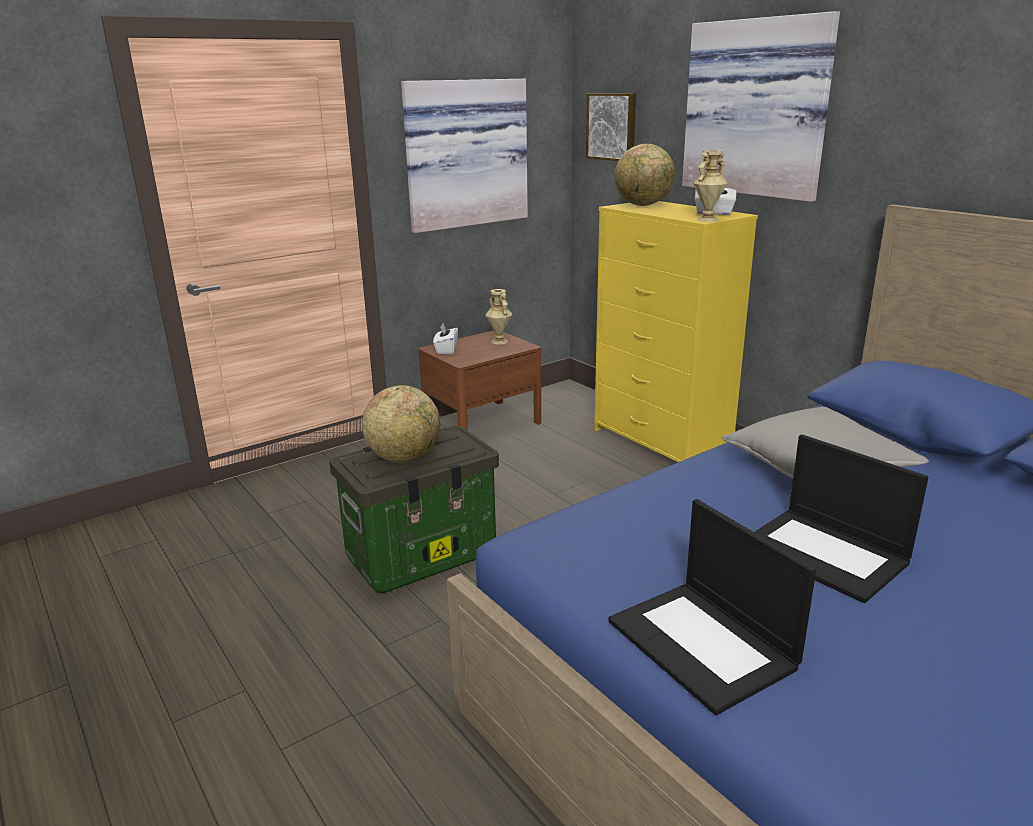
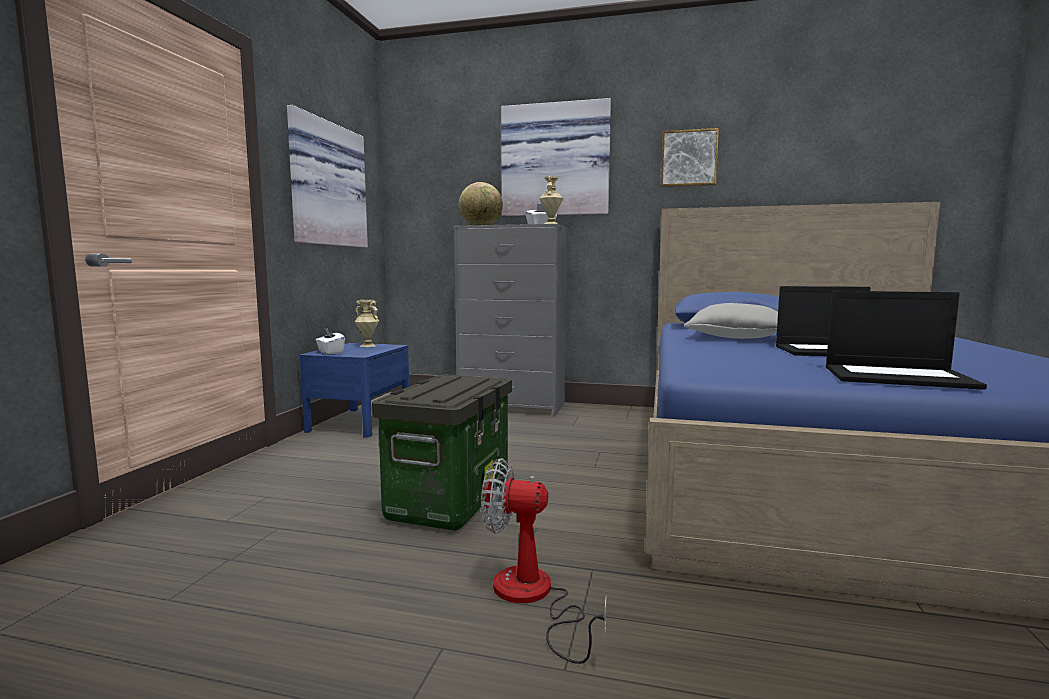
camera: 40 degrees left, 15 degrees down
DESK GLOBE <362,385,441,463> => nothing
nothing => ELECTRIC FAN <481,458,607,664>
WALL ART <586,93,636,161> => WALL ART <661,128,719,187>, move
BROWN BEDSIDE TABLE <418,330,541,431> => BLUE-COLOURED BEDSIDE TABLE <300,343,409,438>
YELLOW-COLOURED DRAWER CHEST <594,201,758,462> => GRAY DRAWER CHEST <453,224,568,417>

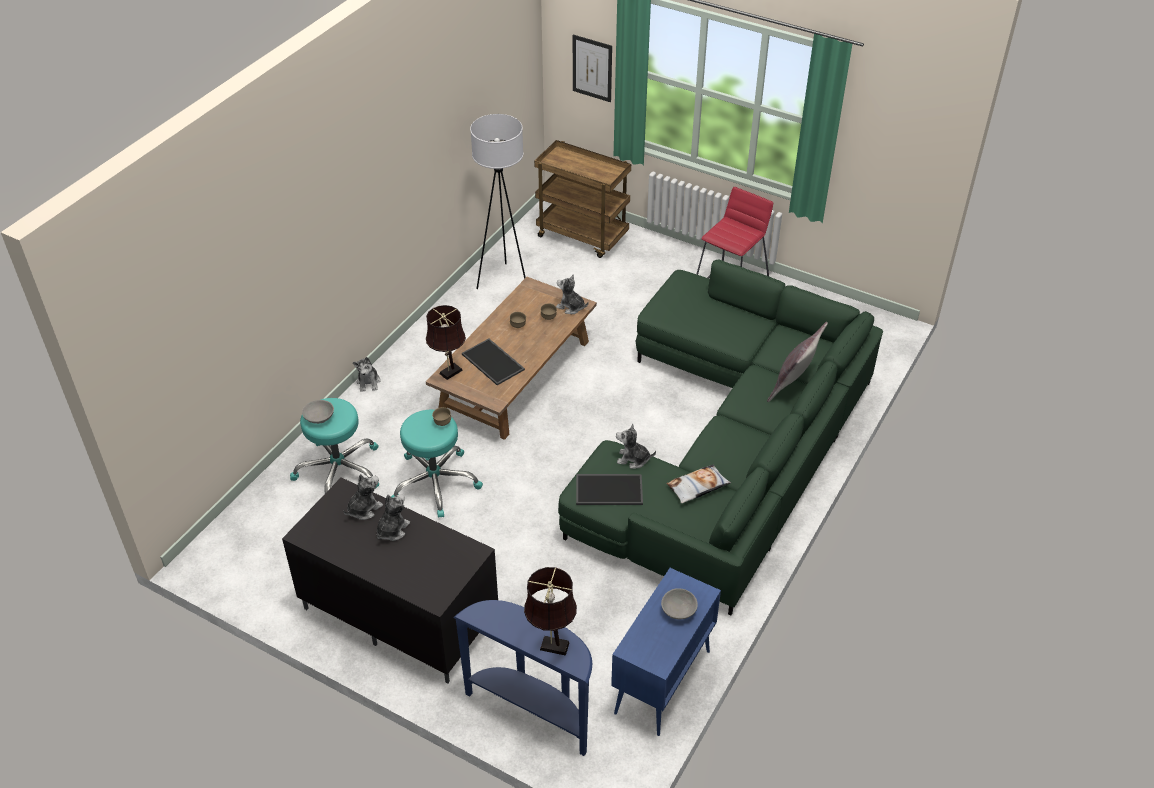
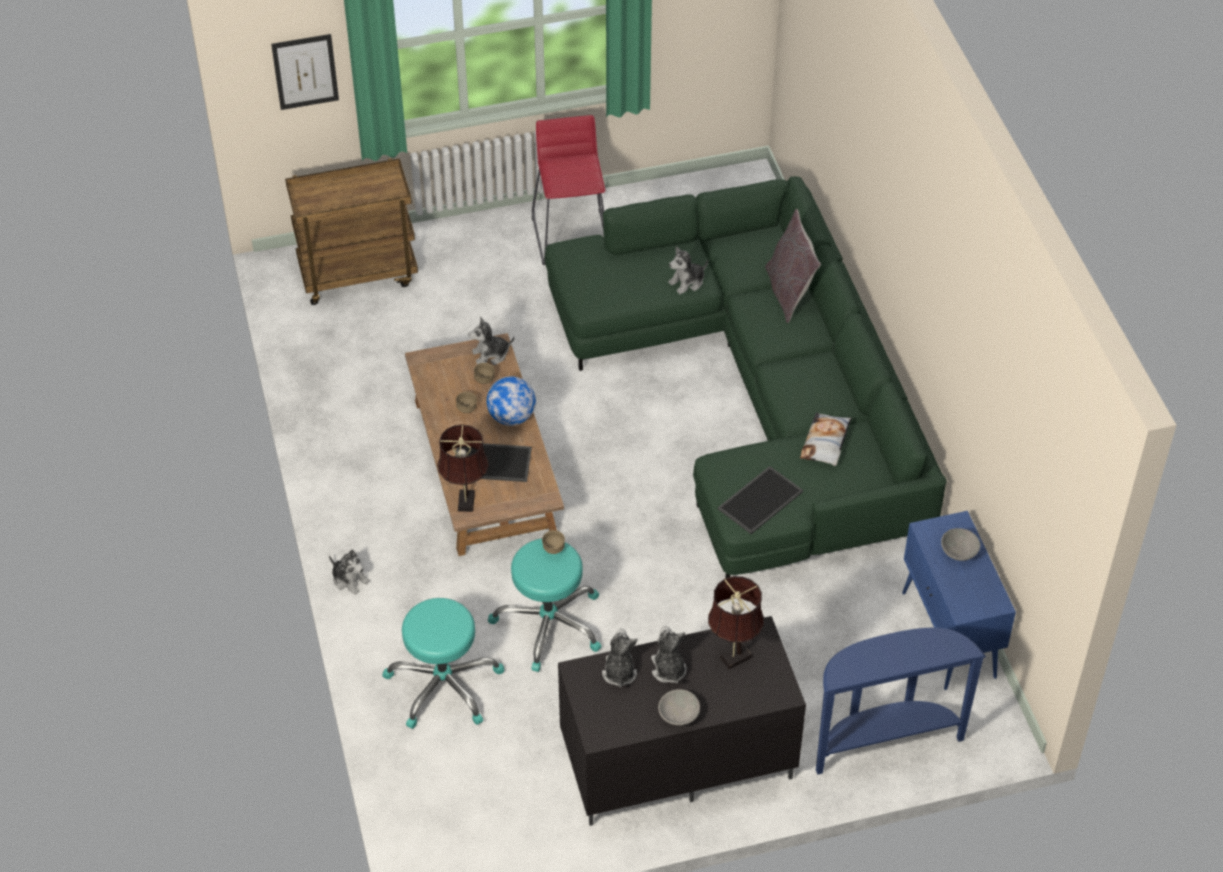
camera: 45 degrees left, 5 degrees up
WHITE FLOOR LAMP <470,114,526,289> => nothing
nothing => DESK GLOBE <486,376,536,426>
GRAY BOWL <302,400,334,424> => GRAY BOWL <658,689,700,725>, move
BROWN TABLETOP LAMP <524,567,577,656> => BROWN TABLETOP LAMP <708,576,764,669>, move
CUDDLY TOY <616,423,656,469> => CUDDLY TOY <668,246,708,294>, move

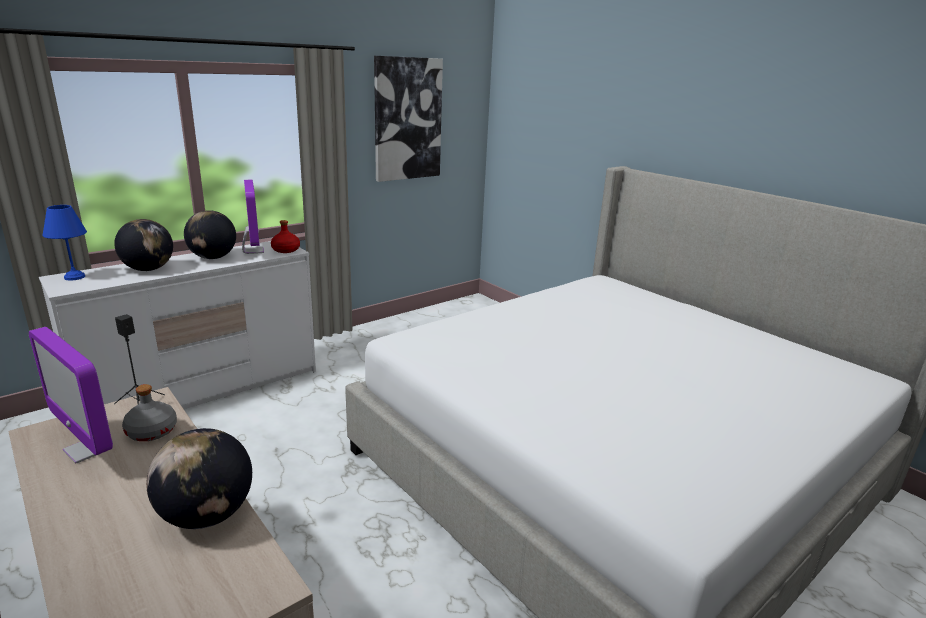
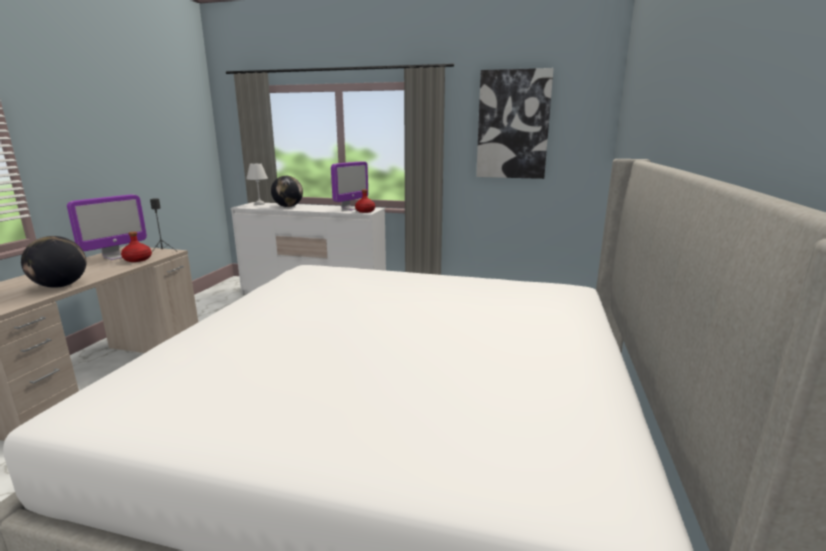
camera: 55 degrees right, 5 degrees down
DESK GLOBE <184,210,236,259> => nothing
BLUE-COLOURED TABLETOP LAMP <42,205,87,281> => WHITE TABLETOP LAMP <246,163,268,205>
GRAY BOTTLE <122,384,177,441> => RED BOTTLE <121,232,152,262>
COMPUTER SCREEN <29,327,113,464> => COMPUTER SCREEN <67,194,147,260>, 150 degrees counterclockwise

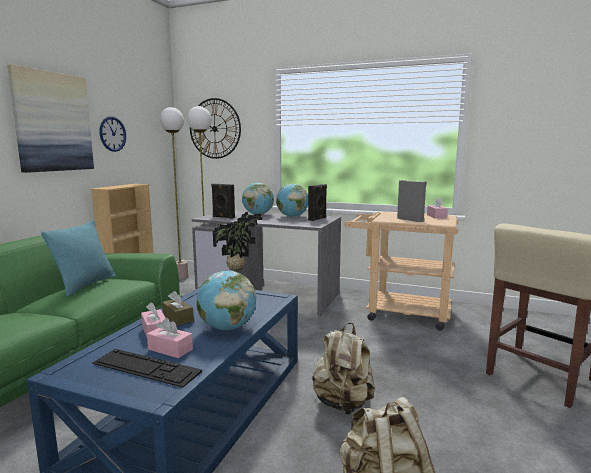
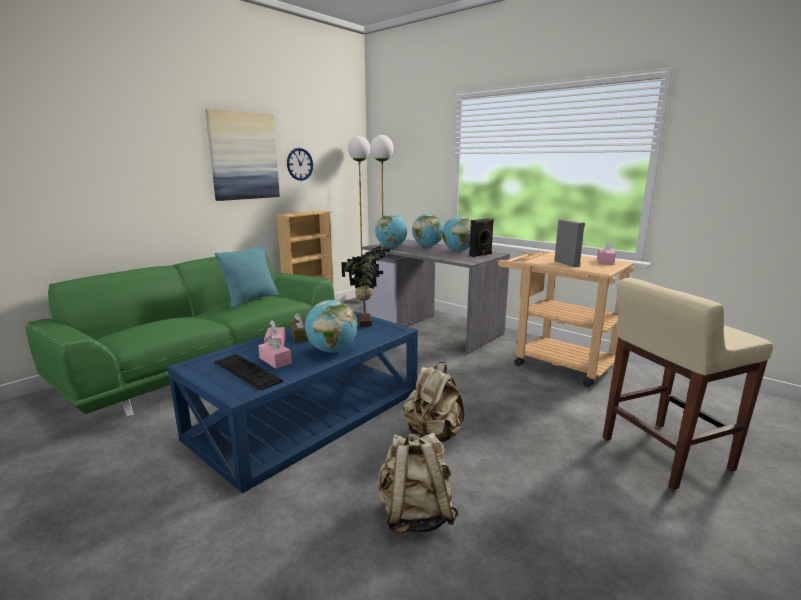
camera: 20 degrees right, 5 degrees up
WALL CLOCK <190,98,241,159> => nothing
BLACK SPEAKER <211,184,235,219> => DESK GLOBE <375,214,407,247>

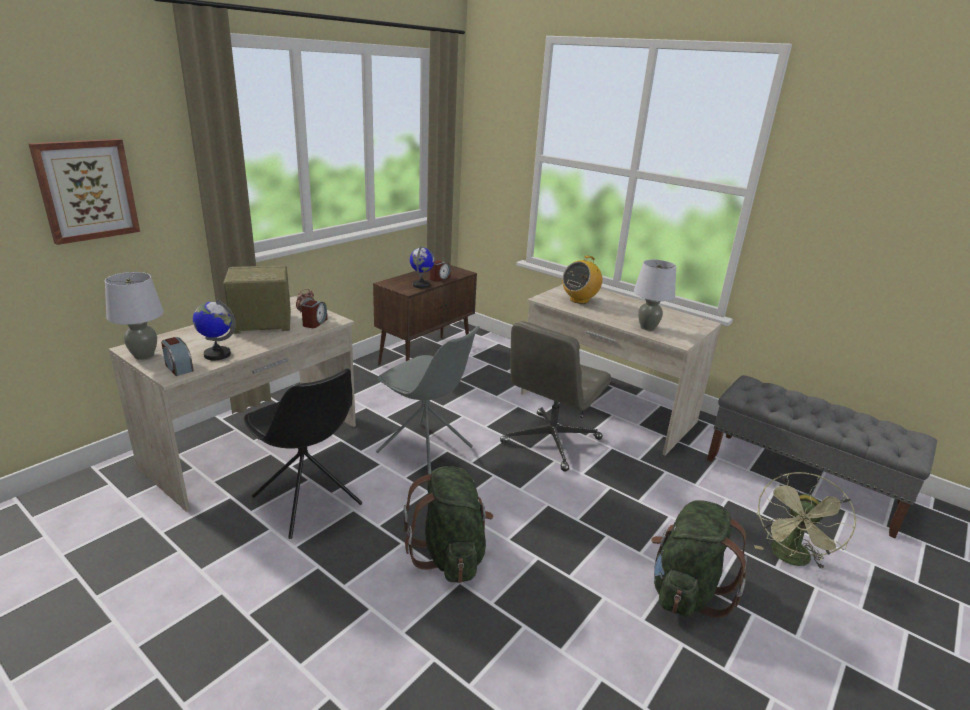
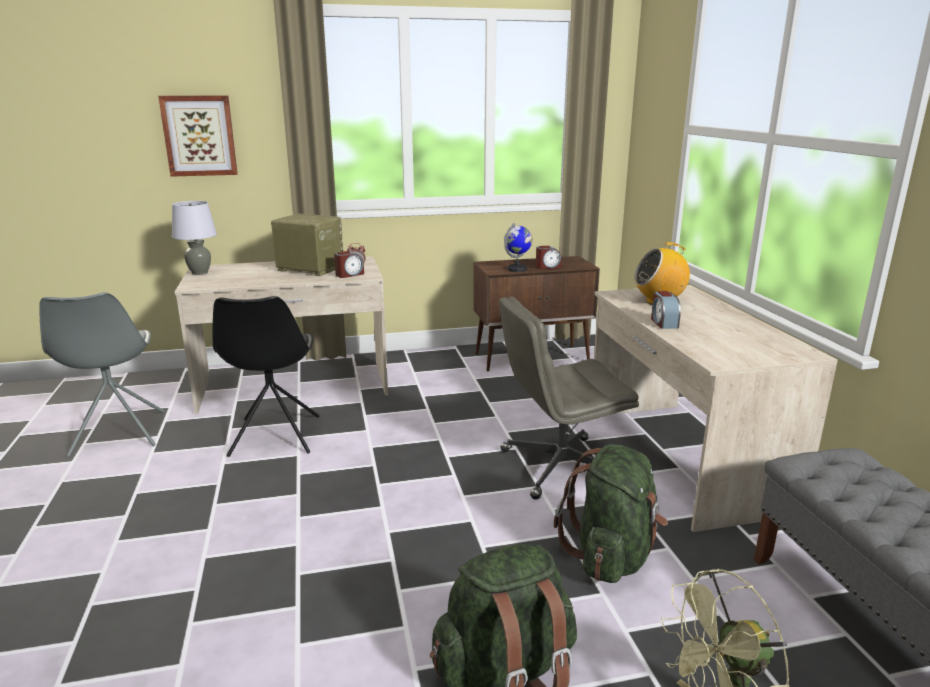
camera: 40 degrees right, 5 degrees down
DESK GLOBE <193,299,236,360> => nothing
GRAY TABLETOP LAMP <634,260,676,331> => nothing
TABLE CLOCK <161,337,194,376> => TABLE CLOCK <651,291,681,329>, move
GRAY CHAIR <376,326,480,474> => GRAY CHAIR <39,292,164,457>, move
GREEN-COLOURED KNAPSACK <404,466,493,583> => GREEN-COLOURED KNAPSACK <554,445,668,583>, move

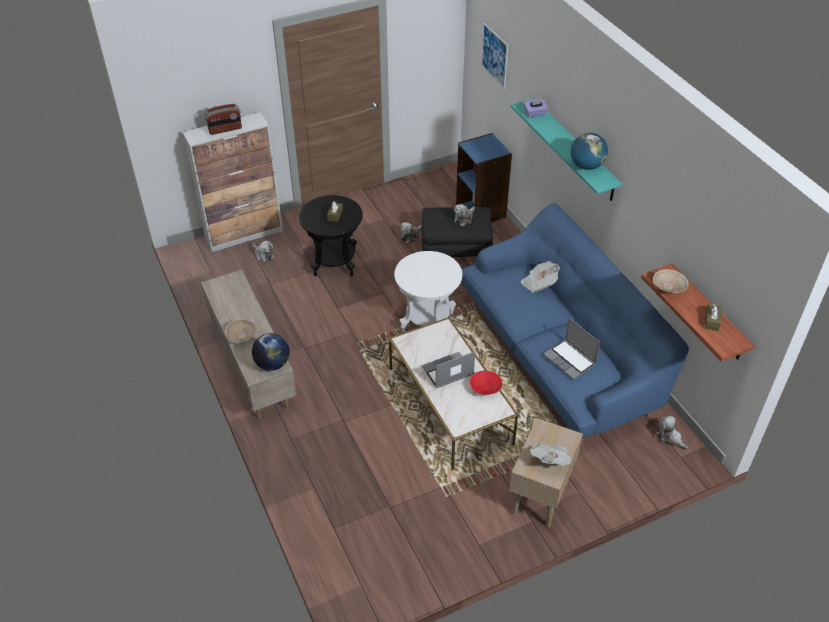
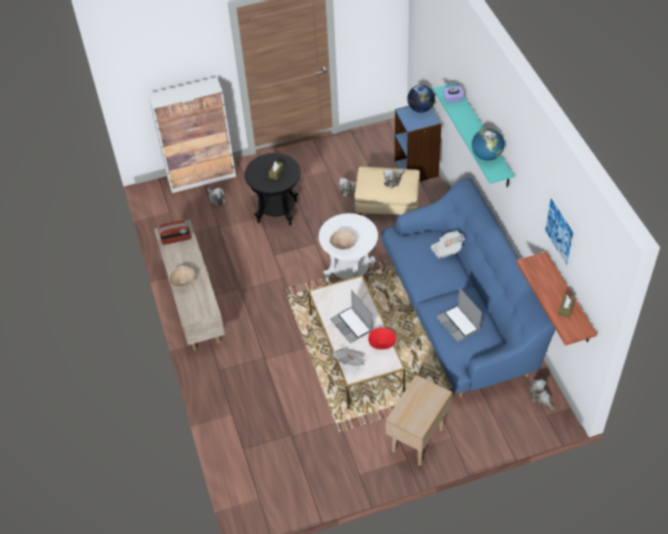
camera: 10 degrees right, 5 degrees up
RADIO RECEIVER <205,104,242,135> => RADIO RECEIVER <158,220,191,245>, move
DESK GLOBE <252,333,290,371> => DESK GLOBE <407,85,435,113>, move
WALL ART <481,23,509,89> => WALL ART <544,195,576,268>, move
PRINTED PAPER <530,443,572,465> => PRINTED PAPER <333,347,366,366>, move
SAND-COLOURED BOWL <653,269,689,293> => SAND-COLOURED BOWL <329,230,356,250>, move
BLACK POUFFE <422,207,493,257> => SAND-COLOURED POUFFE <354,167,420,215>
NOTEBOOK COMPUTER <422,351,475,388> => NOTEBOOK COMPUTER <330,290,373,343>, 105 degrees counterclockwise

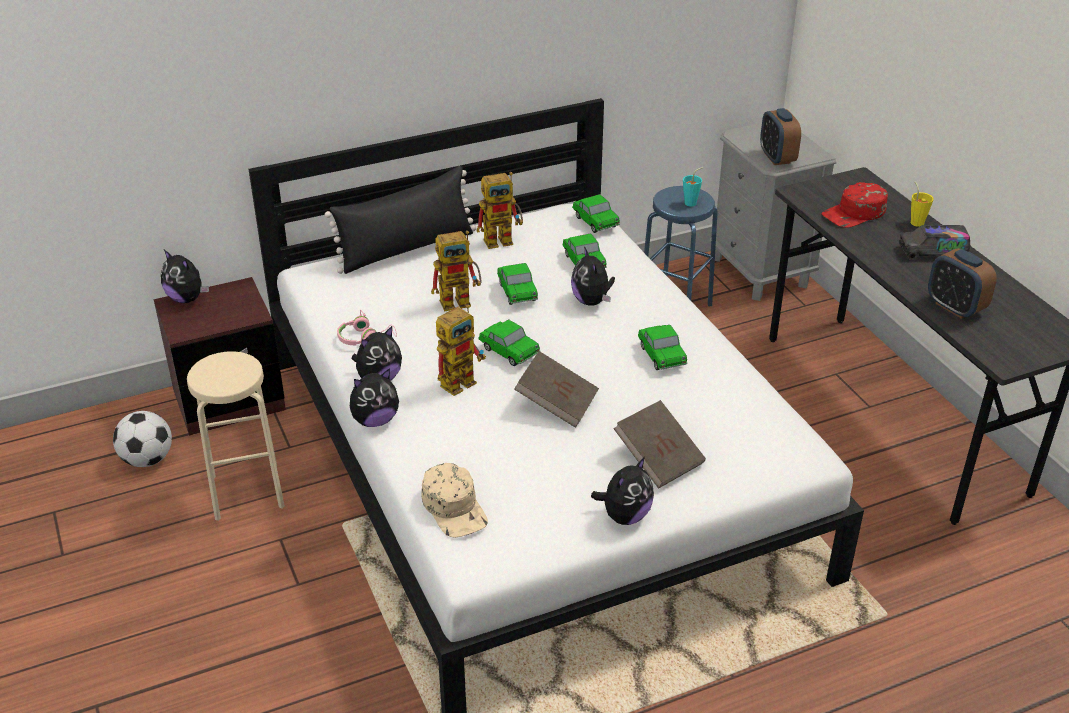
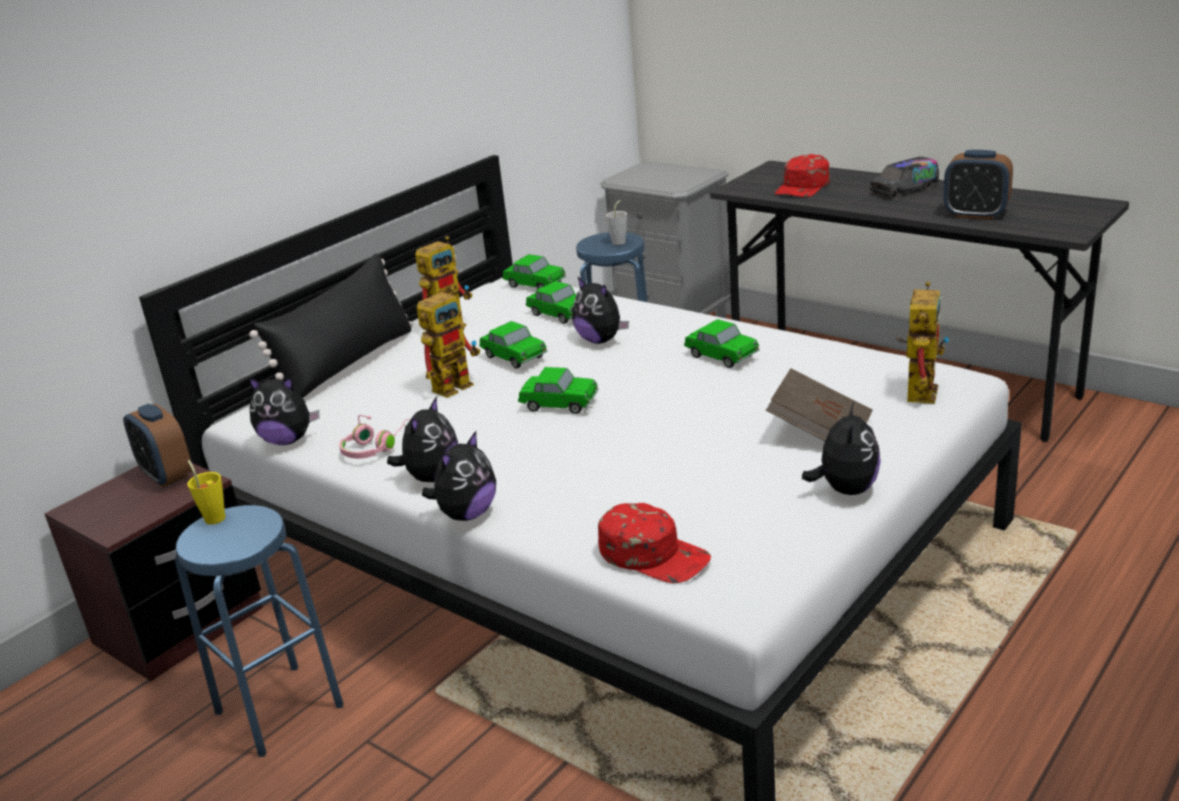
camera: 25 degrees left, 10 degrees down
FOOTBALL BALL <113,411,172,467> => nothing
BROWN BOOK <514,351,599,428> => nothing
CUDDLY TOY <161,250,209,303> => CUDDLY TOY <248,377,320,445>, move
MODEL ROBOT <436,304,486,396> => MODEL ROBOT <896,281,949,404>, move
TABLE CLOCK <760,108,801,165> => TABLE CLOCK <123,404,192,487>, move
YELLOW-COLOURED DRINKING CUP <911,181,934,227> => YELLOW-COLOURED DRINKING CUP <187,460,226,525>, move
SAND-COLOURED SITTING STOOL <187,351,285,521> => BLUE-COLOURED SITTING STOOL <175,505,343,757>
SAND-COLOURED BASEBALL CAP <421,463,488,538> => RED BASEBALL CAP <598,503,711,583>
TURQUOISE DRINKING CUP <683,167,703,207> => GRAY DRINKING CUP <606,200,627,245>

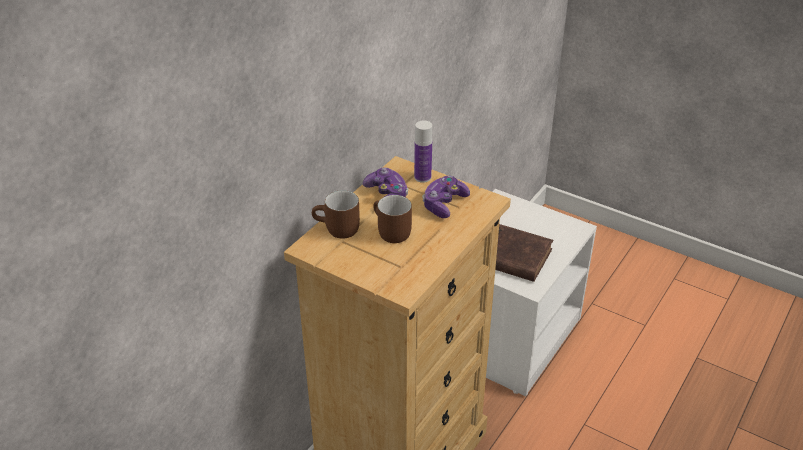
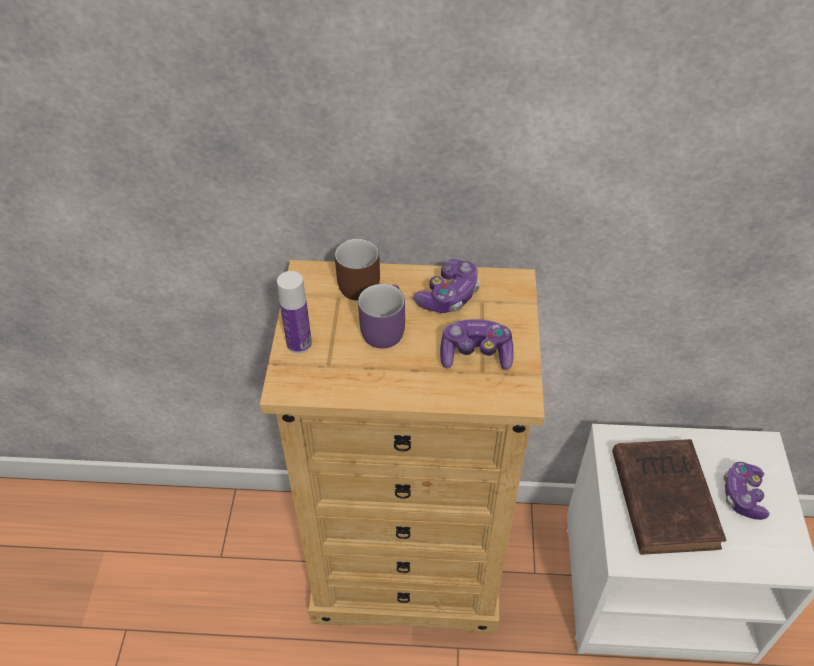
camera: 60 degrees right, 10 degrees up
nothing => JOYPAD <724,462,770,520>
BOTTLE <414,120,432,183> => BOTTLE <277,271,312,353>, move
BROWN MUG <373,195,412,243> => PURPLE MUG <358,284,405,349>

